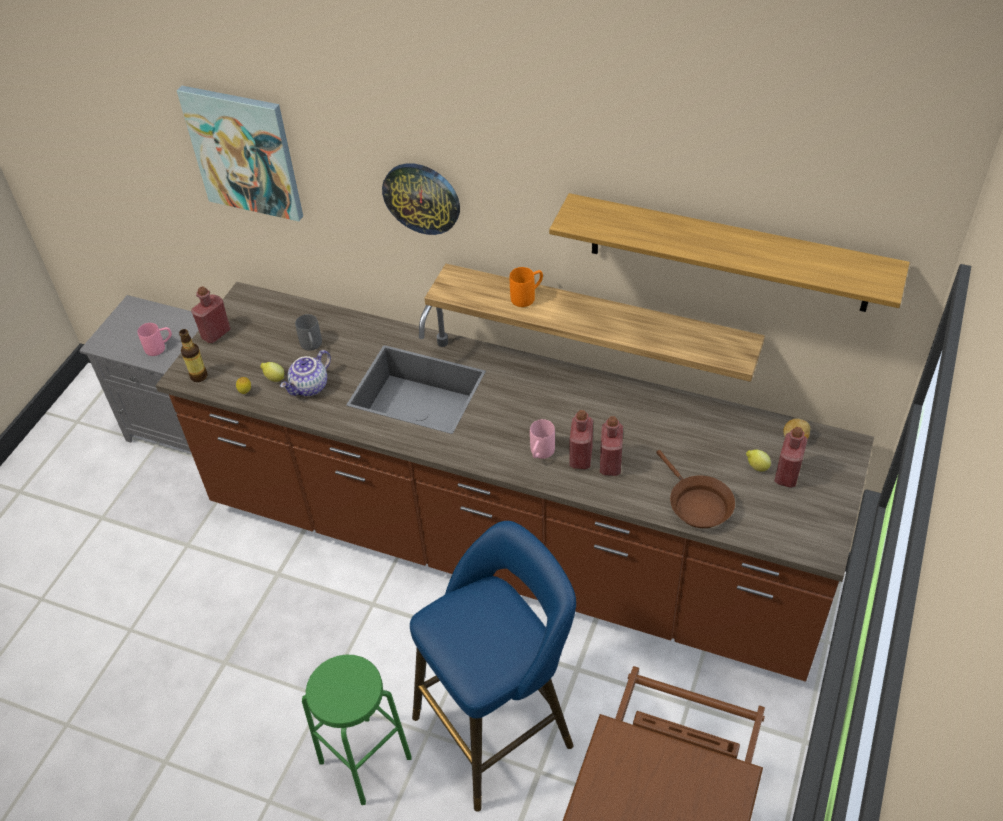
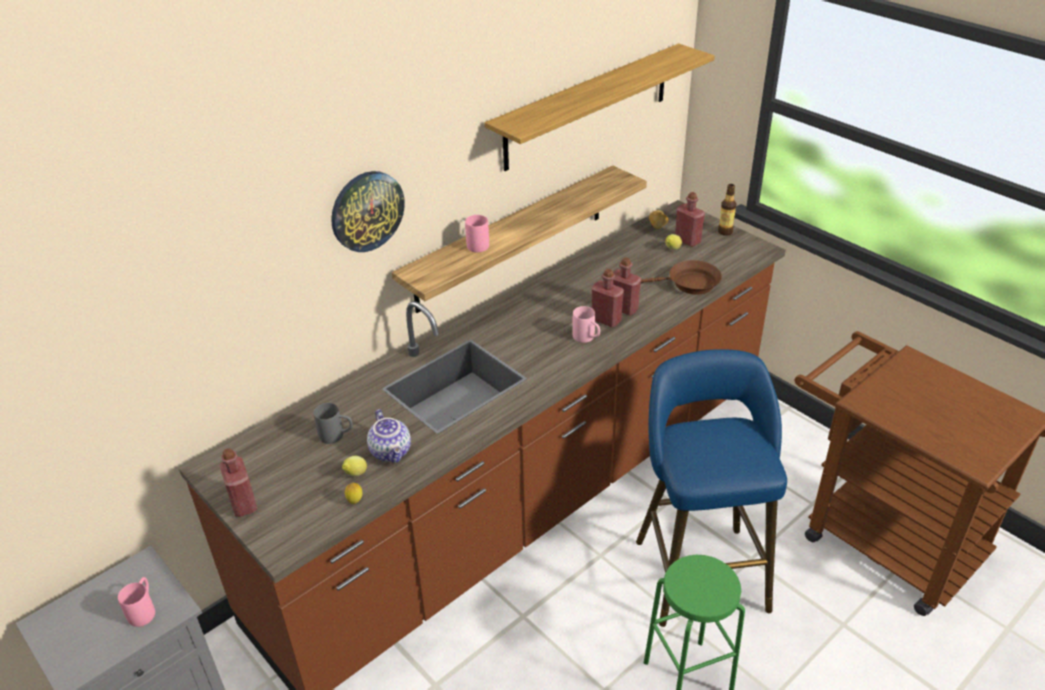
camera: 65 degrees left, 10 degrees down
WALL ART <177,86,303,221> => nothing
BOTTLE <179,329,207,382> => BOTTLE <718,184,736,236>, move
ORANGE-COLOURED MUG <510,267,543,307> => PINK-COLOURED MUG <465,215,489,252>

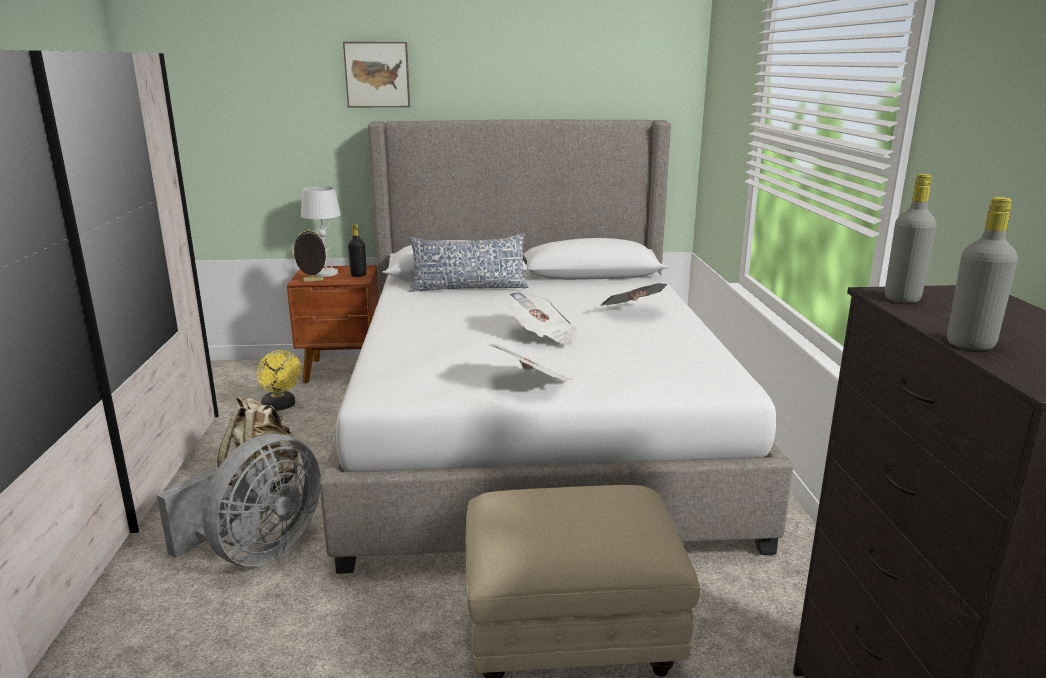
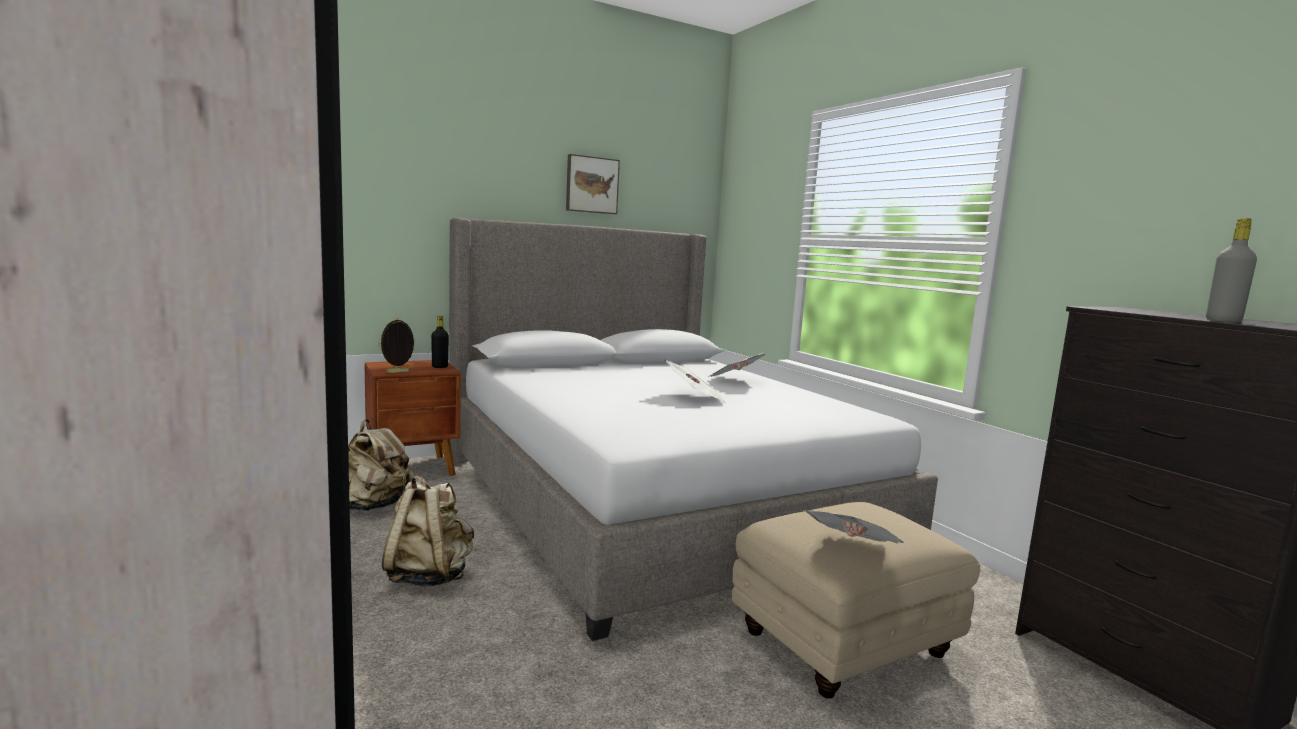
camera: 25 degrees left, 10 degrees down
GRAY ELECTRIC FAN <157,434,321,566> => nothing
WHITE TABLETOP LAMP <301,186,341,277> => nothing
THROW PILLOW <409,233,528,292> => nothing
GRAY BOTTLE <885,174,937,303> => nothing
WALL ART <343,42,410,107> => WALL ART <566,154,620,214>, move
PRINTED PAPER <488,344,574,380> => PRINTED PAPER <803,510,904,544>, move
YELLOW-COLOURED ELECTRIC FAN <257,350,301,411> => SAND-COLOURED KNAPSACK <348,419,414,511>

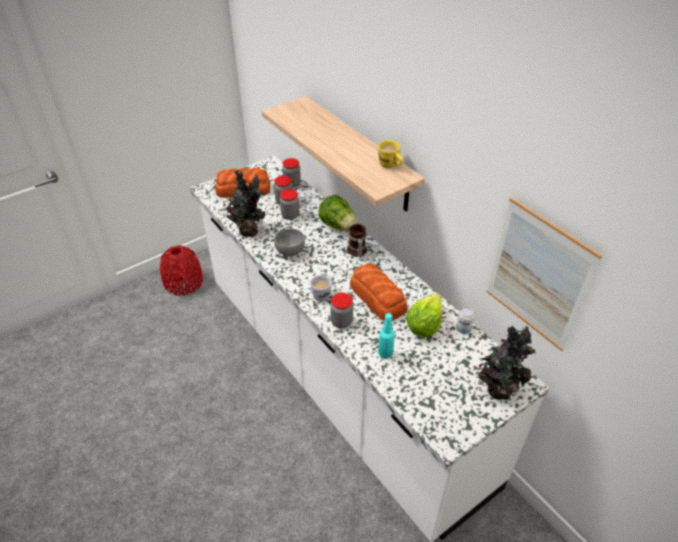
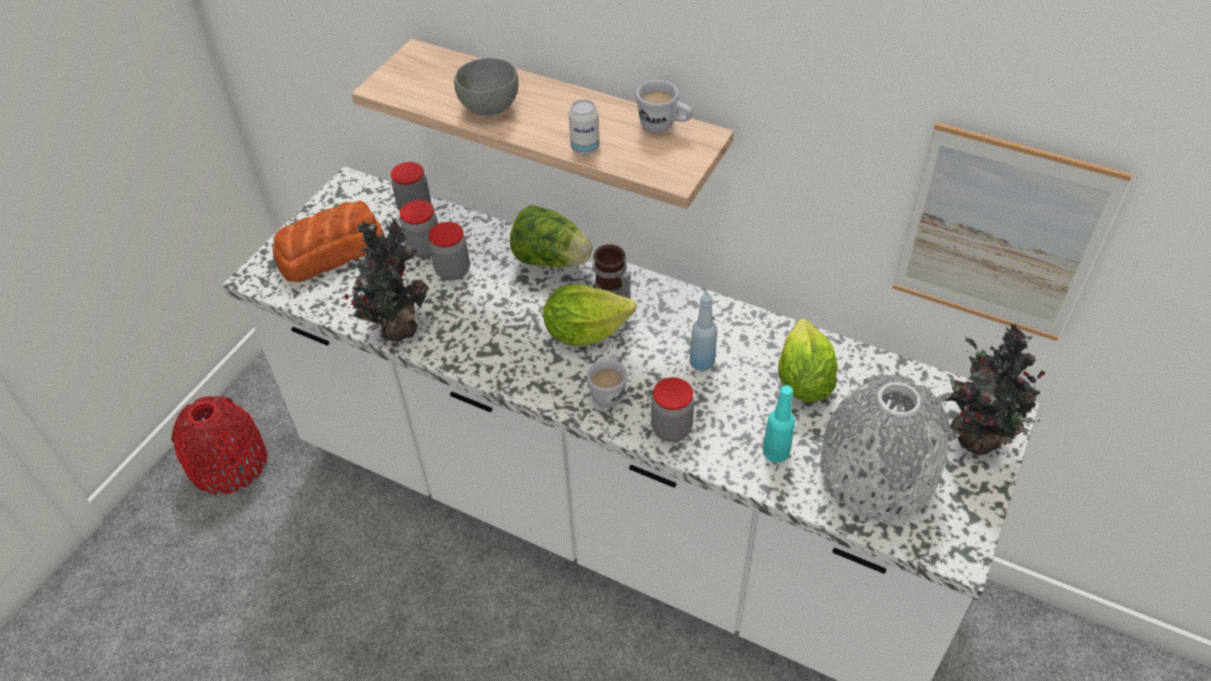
camera: 25 degrees left, 5 degrees up
nothing => HEAD OF LETTUCE <543,284,636,346>
nothing => GRAY DECORATIVE VASE <820,375,953,522>
GRAY BOWL <274,229,305,256> => GRAY BOWL <454,58,519,115>, move
METAL CAN <456,307,475,334> => METAL CAN <569,100,600,155>, move
BAKED BREAD <350,263,407,321> => BLUE-COLOURED BOTTLE <690,294,717,371>
YELLOW-COLOURED MUG <378,140,404,168> => WHITE MUG <636,80,693,133>

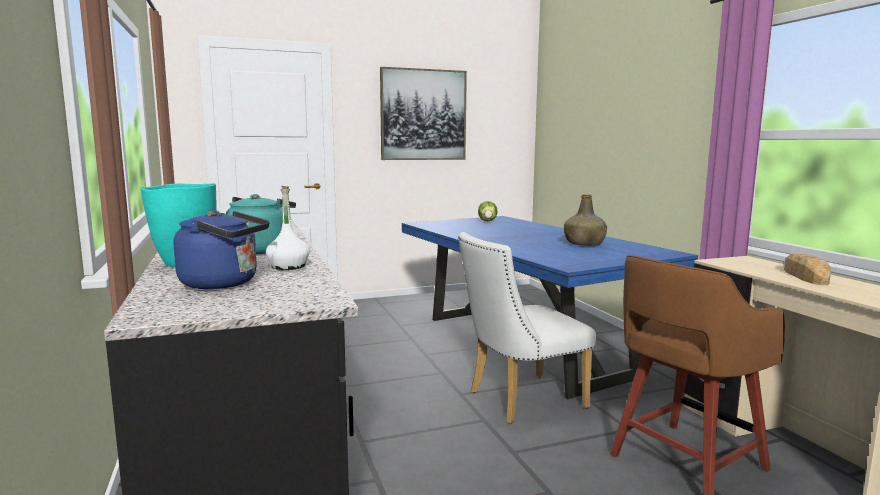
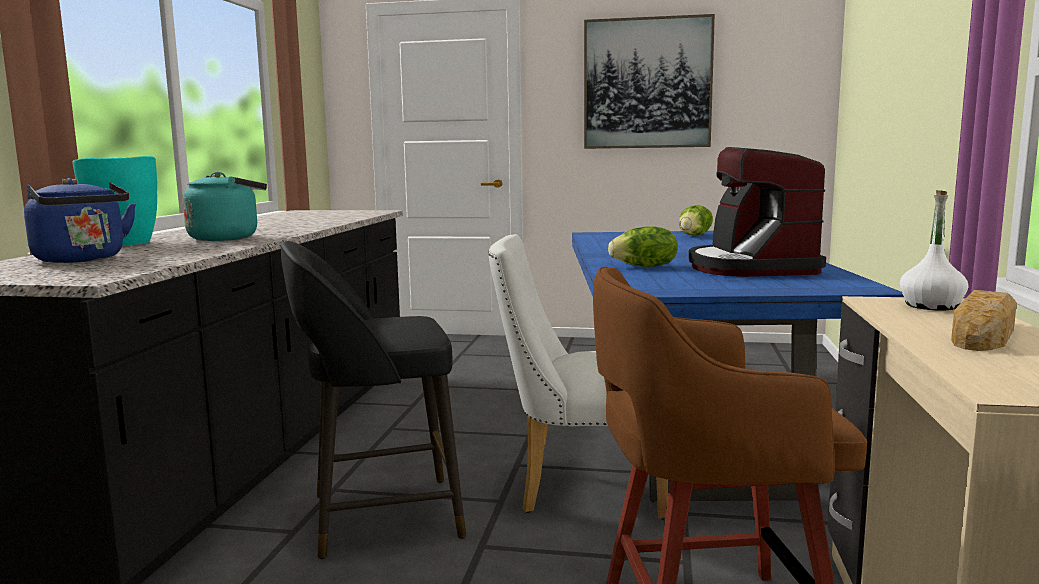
camera: 30 degrees right, 0 degrees up
nothing => BLACK SITTING STOOL <281,241,466,559>
nothing => HEAD OF LETTUCE <608,226,678,267>
WHITE BOTTLE <266,186,310,270> => WHITE BOTTLE <900,190,968,311>, move
GREEN-COLOURED BOTTLE <564,194,607,246> => COFFEE MAKER <688,147,826,277>

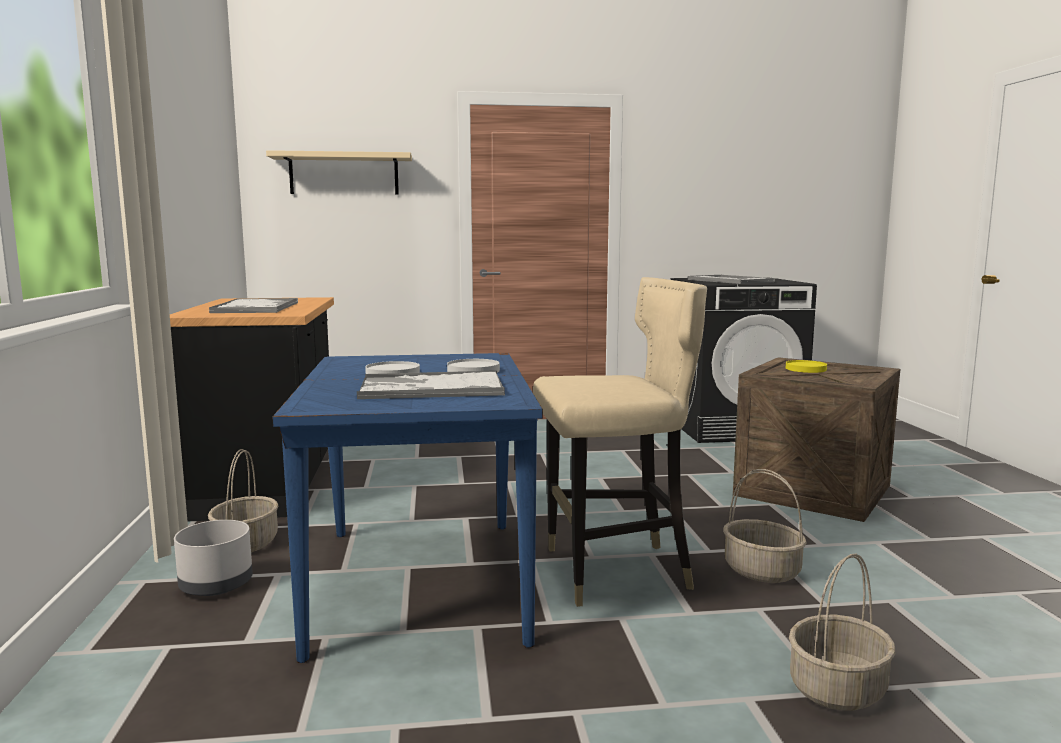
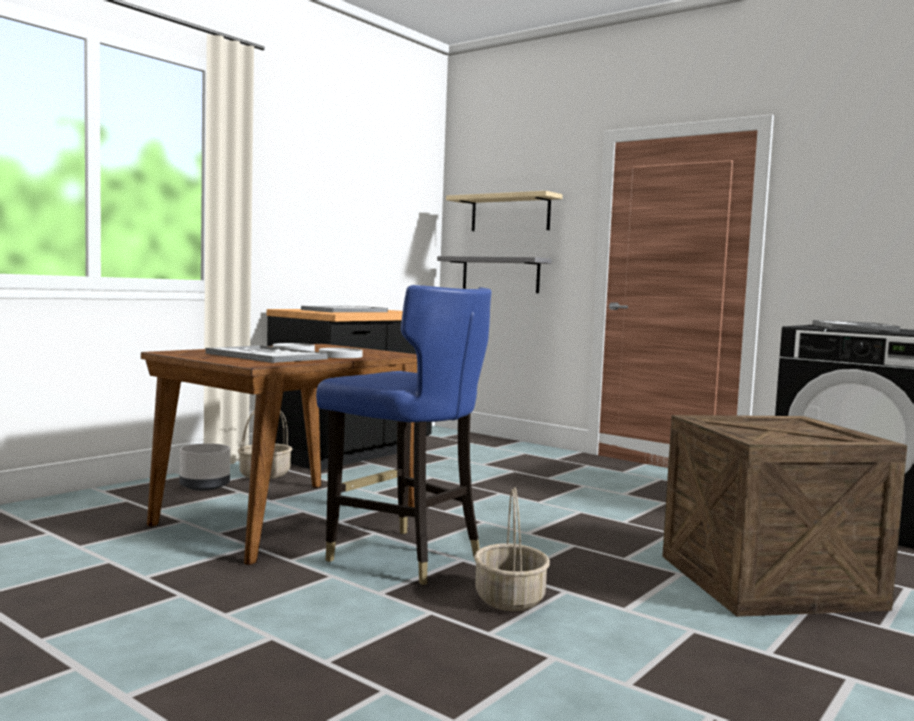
camera: 45 degrees right, 5 degrees down
YELLOW-COLOURED PLATE <786,360,827,373> => nothing
STORAGE BASKET <789,554,895,711> => nothing
nothing => GRAY SHELF <437,256,552,293>
BLUE-COLOURED DINING TABLE <272,353,543,663> => BROWN DINING TABLE <141,344,417,565>
SAND-COLOURED CHAIR <533,277,707,607> => BLUE-COLOURED CHAIR <316,285,491,585>

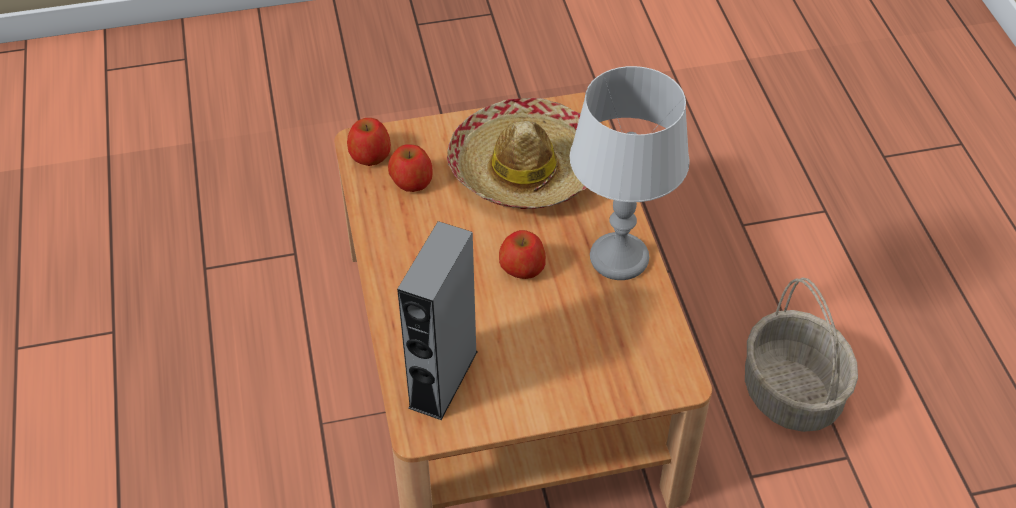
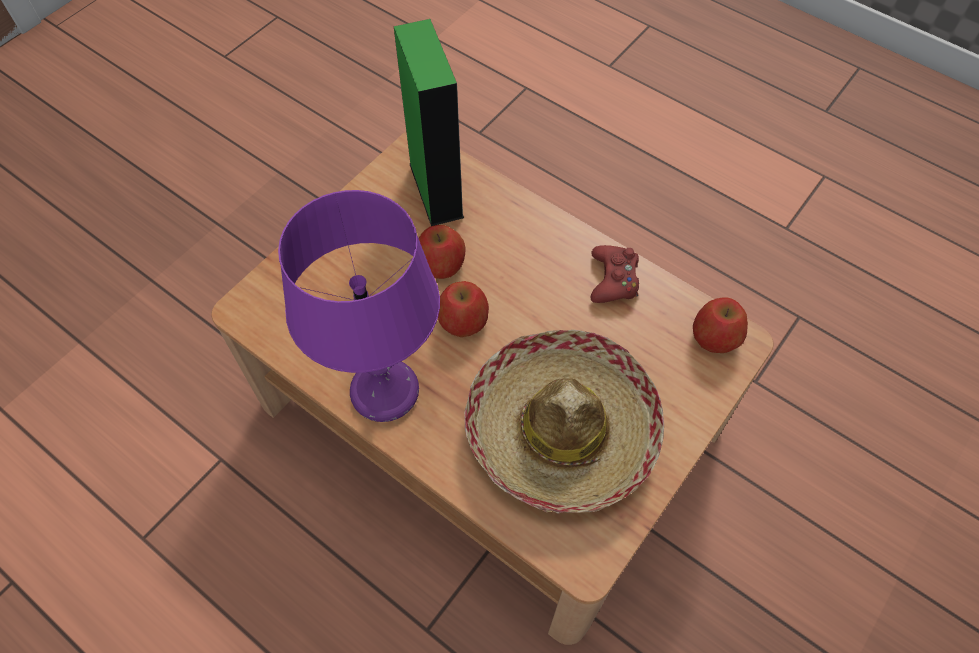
camera: 140 degrees right, 10 degrees up
STORAGE BASKET <745,277,858,432> => nothing
nothing => RED JOYPAD <591,245,639,303>
APPLE <388,144,433,192> => APPLE <419,225,466,279>, move
GRAY SPEAKER <397,221,478,420> => GREEN-COLOURED SPEAKER <394,19,464,226>
GRAY TABLETOP LAMP <570,66,690,280> => PURPLE TABLETOP LAMP <278,190,440,422>

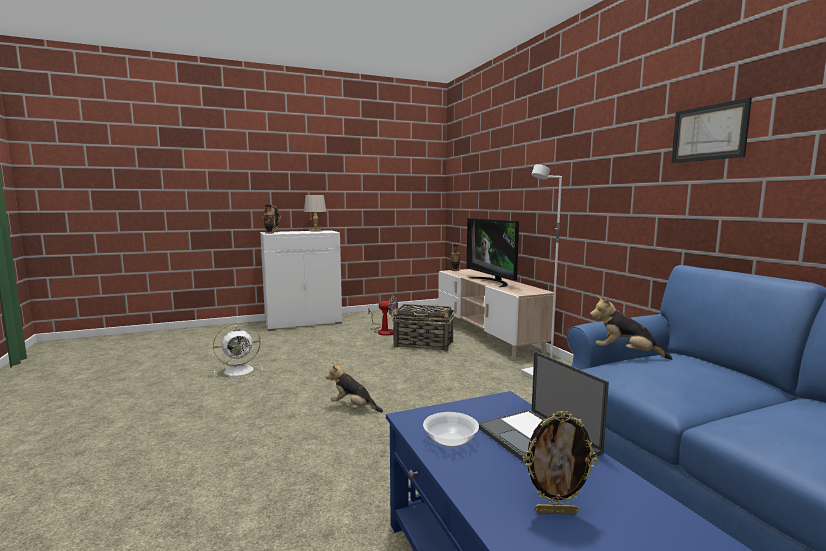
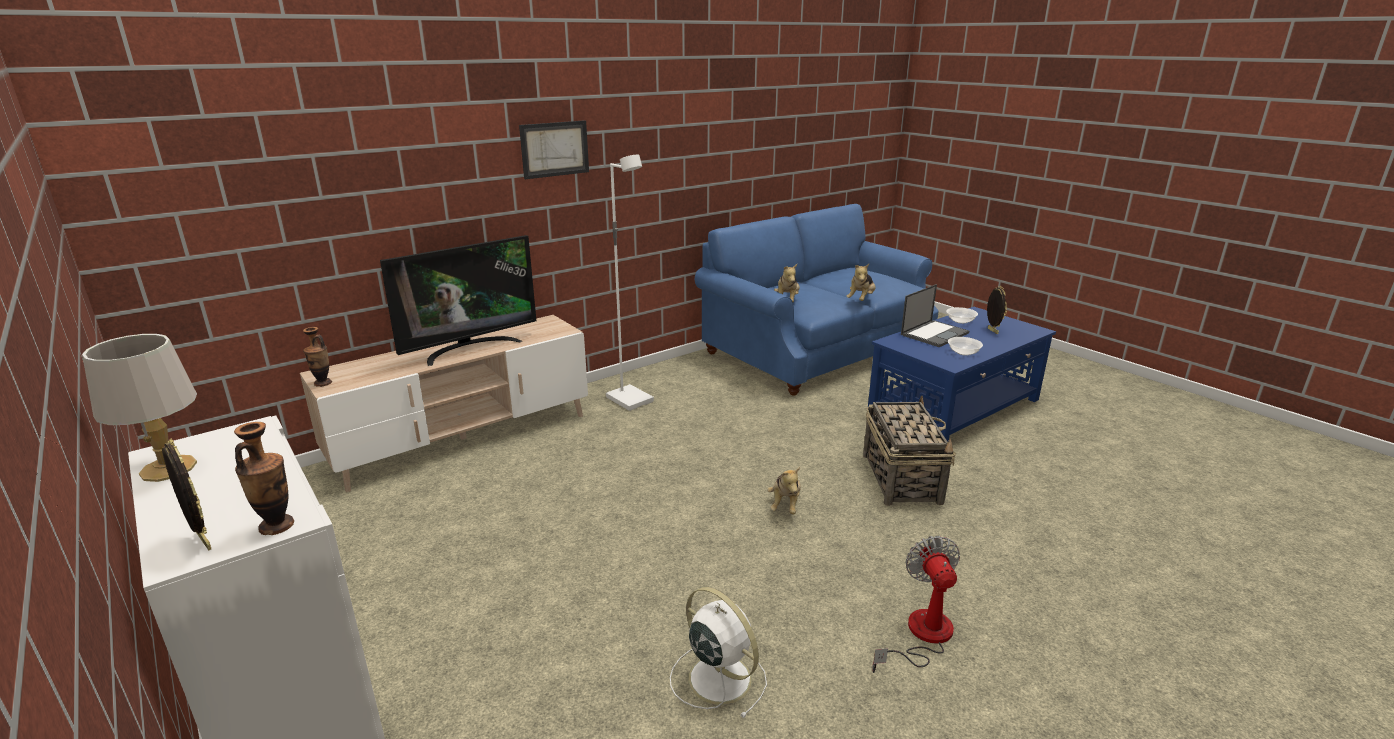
camera: 105 degrees left, 15 degrees up
nothing => CUDDLY TOY <846,264,875,301>
nothing => BOWL <946,307,978,324>
ELECTRIC FAN <368,295,398,336> => ELECTRIC FAN <872,536,960,673>, move
STORAGE BASKET <392,304,454,352> => STORAGE BASKET <863,396,956,506>, move
WALL ART <671,97,752,163> => WALL ART <519,120,589,179>, move

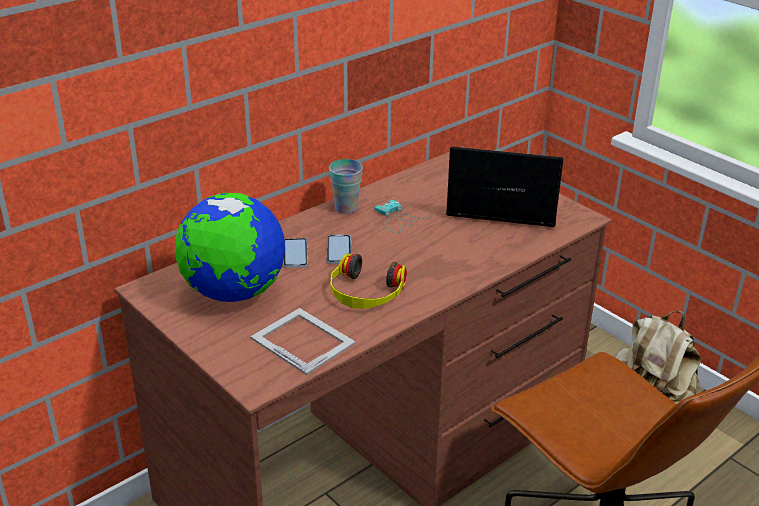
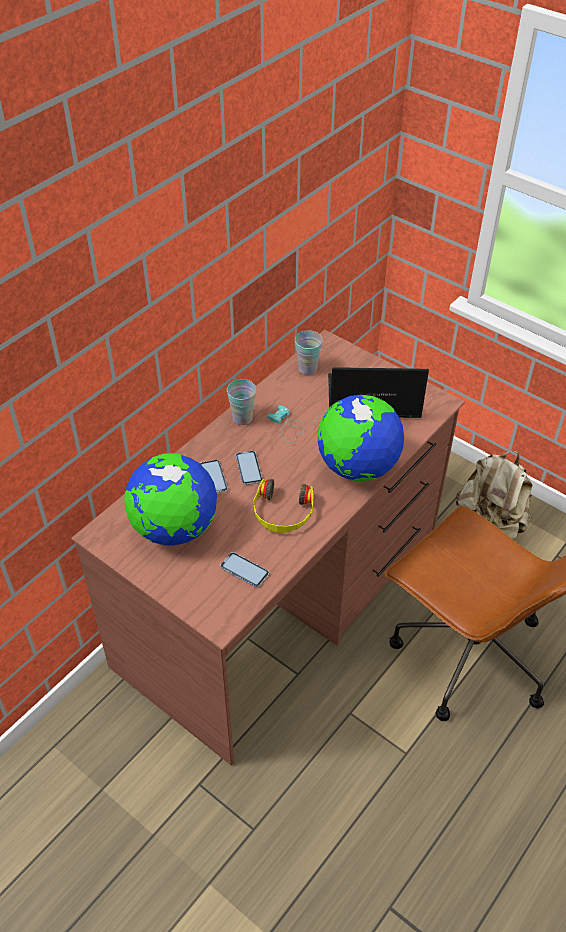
camera: 10 degrees left, 15 degrees up
nothing => DRINKING CUP <295,331,323,375>
nothing => DESK GLOBE <317,395,404,482>
PICTURE FRAME <250,308,356,375> => TELEPHONE <220,552,269,587>

